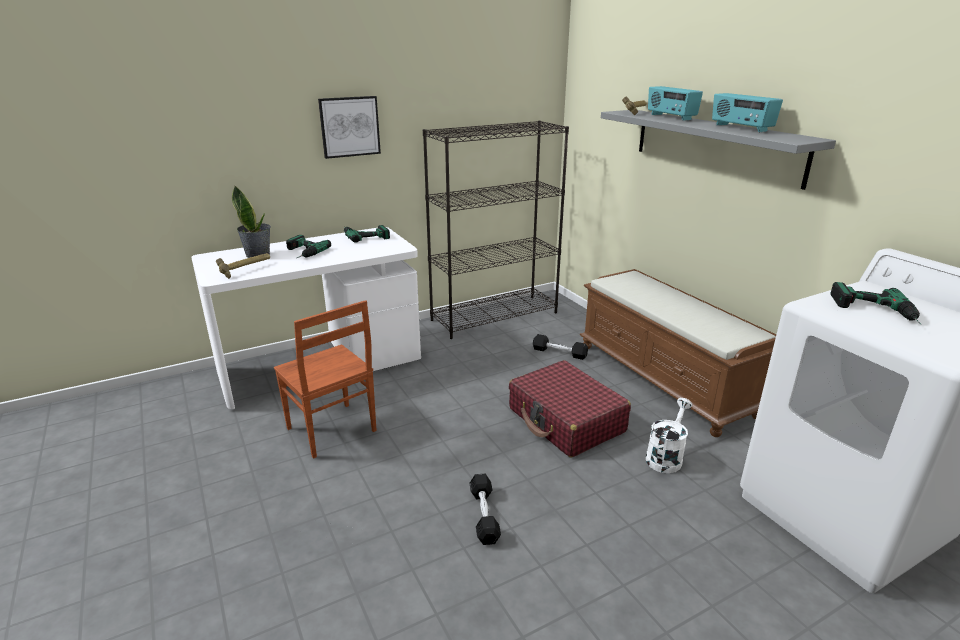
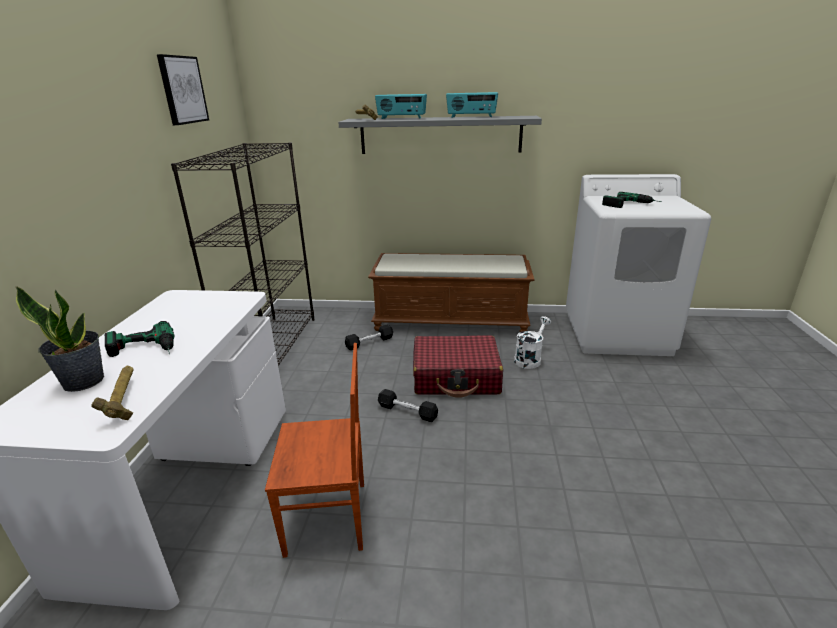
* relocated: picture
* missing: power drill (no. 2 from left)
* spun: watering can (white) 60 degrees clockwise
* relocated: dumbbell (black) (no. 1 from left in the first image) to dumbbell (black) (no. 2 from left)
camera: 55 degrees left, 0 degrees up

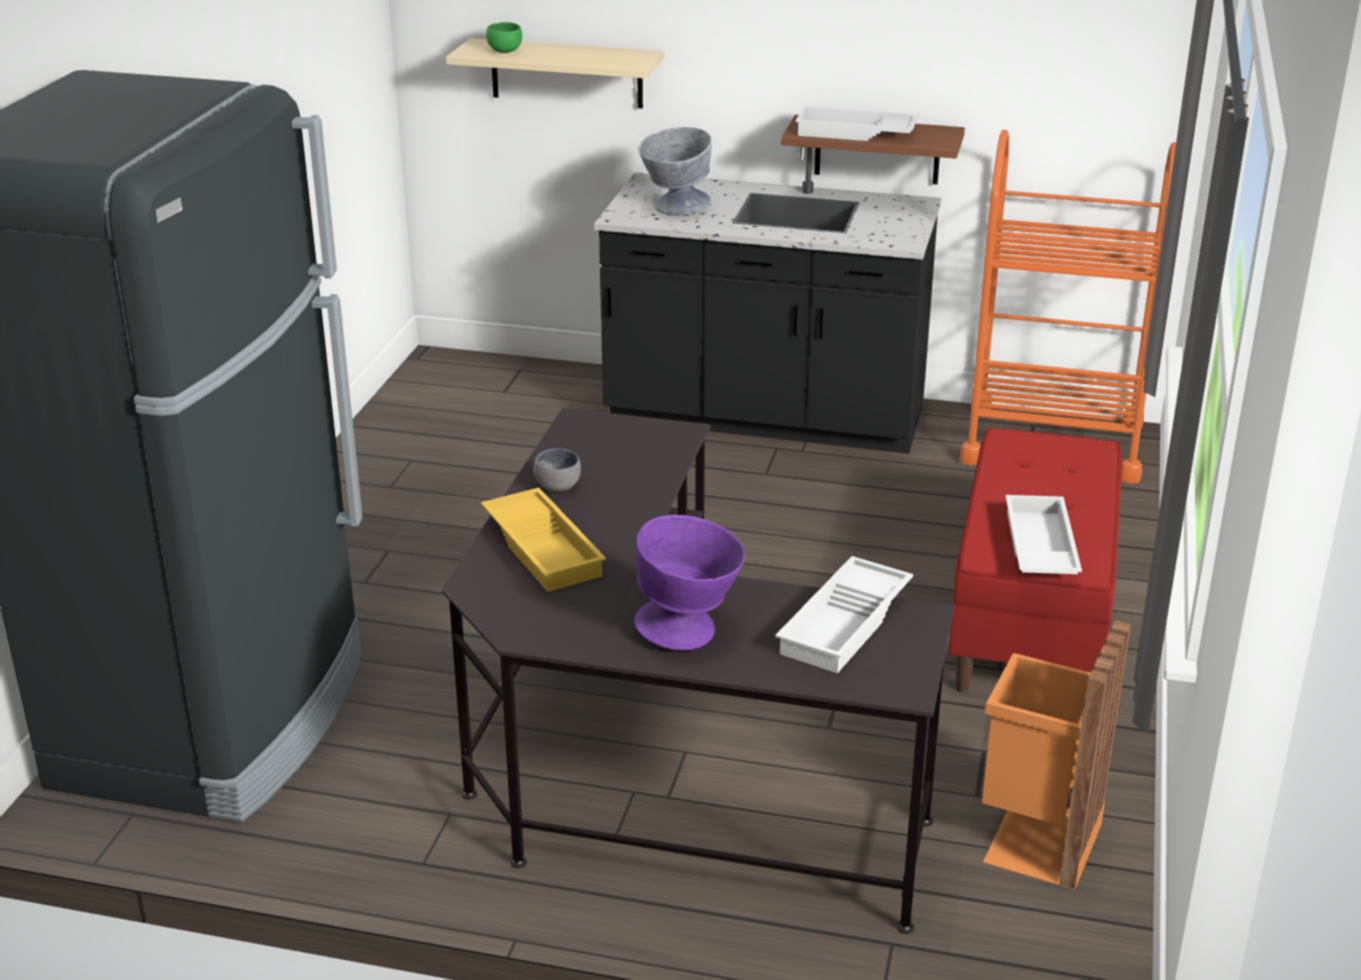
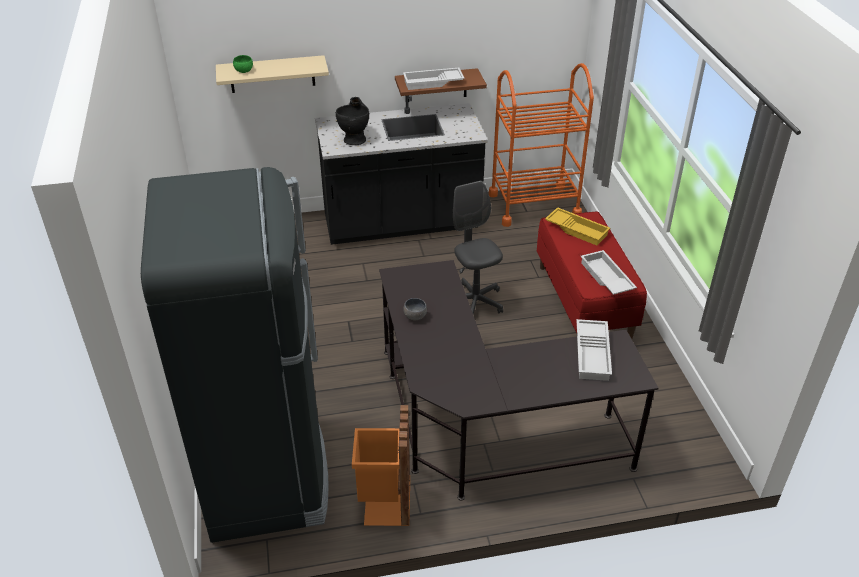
* exchanged: bowl (grey) (no. 2 from left) to vase (black)
* relocated: tray (yellow)
* missing: bowl (purple)
* relocated: trash can (orange)
* appeared: office chair (grey)
camera: 25 degrees left, 10 degrees up

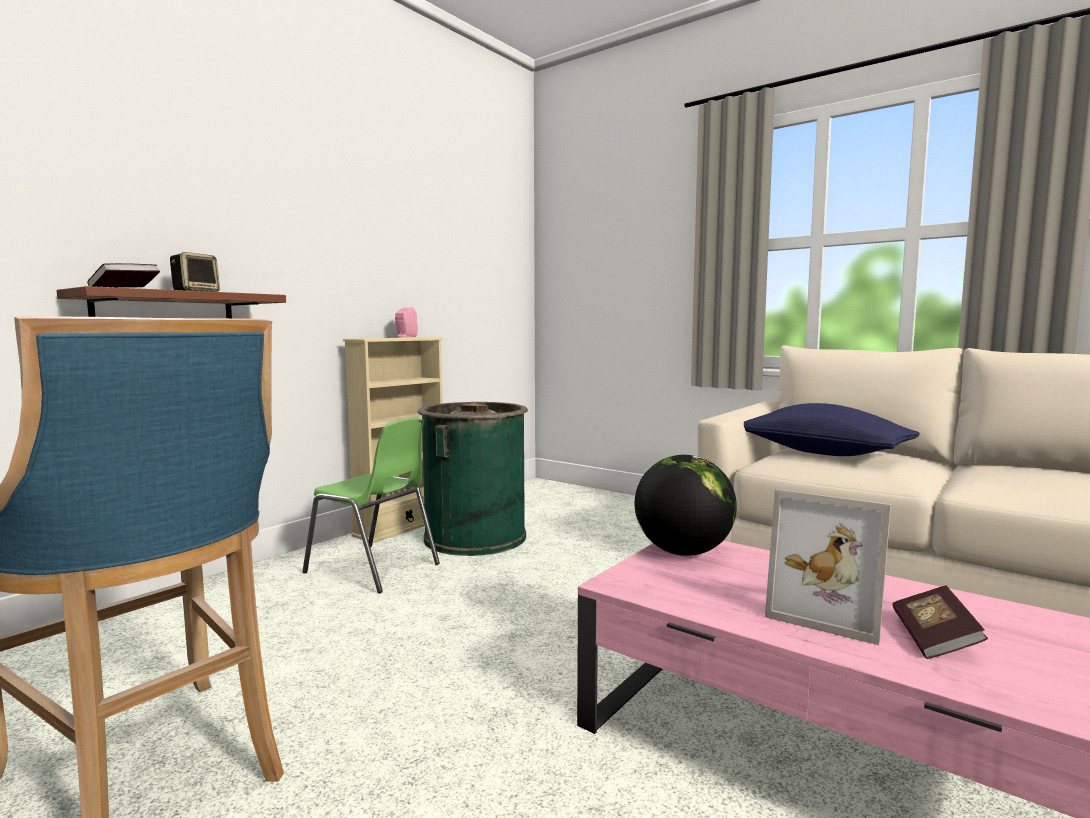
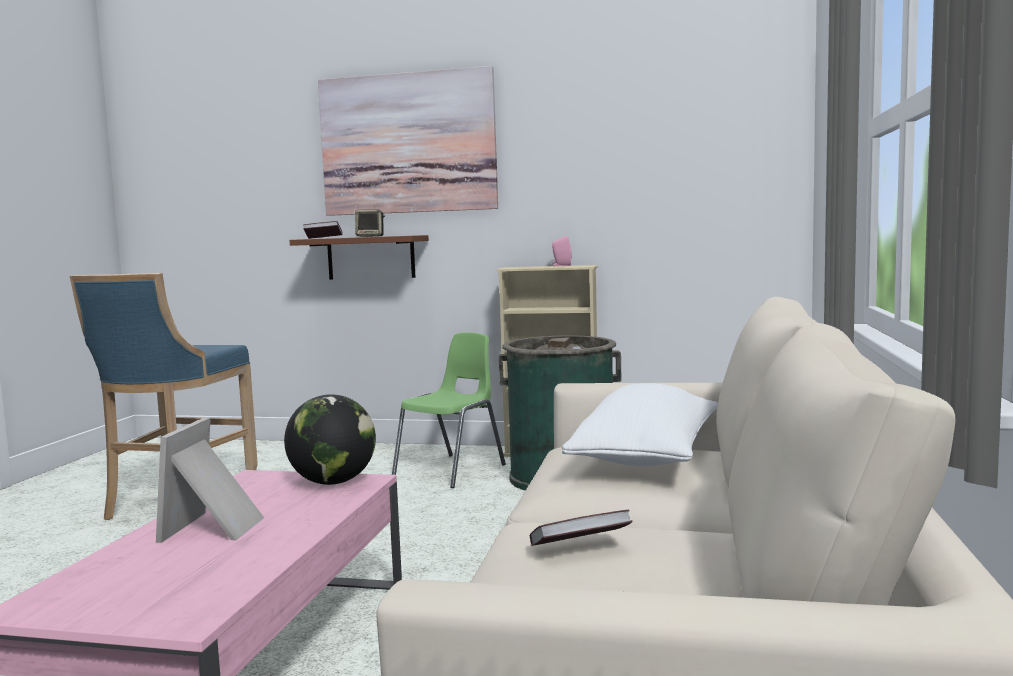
* colour: pillow (blue) to pillow (white)
* spun: chair (green) 150 degrees counterclockwise
* relocated: book (no. 2 from left)
* appeared: picture
camera: 65 degrees right, 0 degrees up

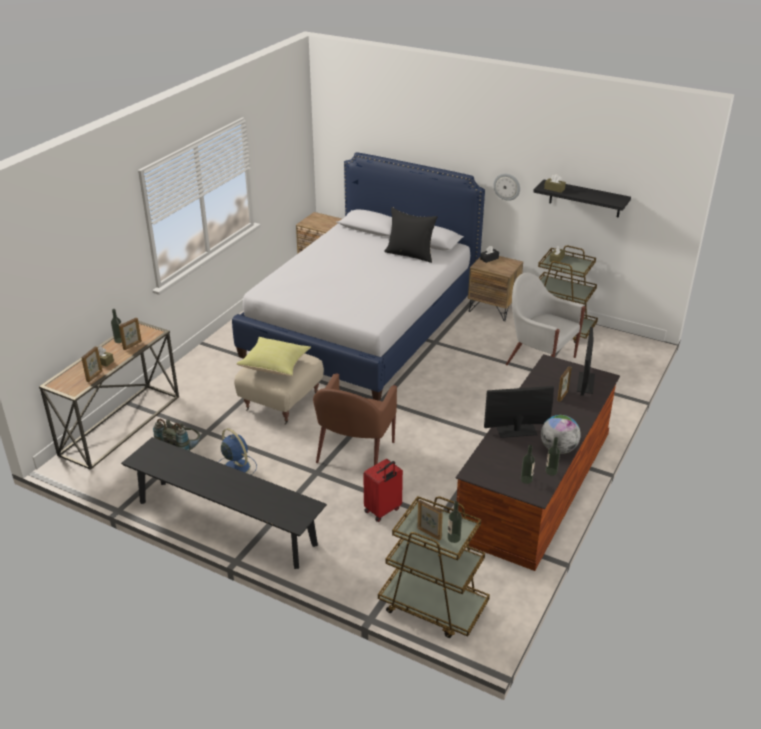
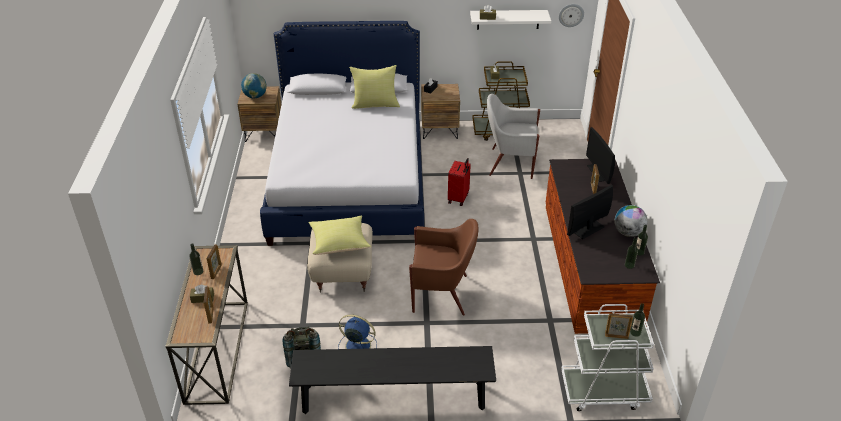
* relocated: wall clock
* colour: shelf (black) to shelf (white)
* colour: pillow (black) to pillow (yellow) (no. 2 from left)
* spun: armchair (brown) 75 degrees counterclockwise
* relocated: suitcase (red)
* colour: cart (brown) (no. 1 from left) to cart (white)
* appeared: globe (no. 1 from left)
camera: 30 degrees left, 5 degrees up

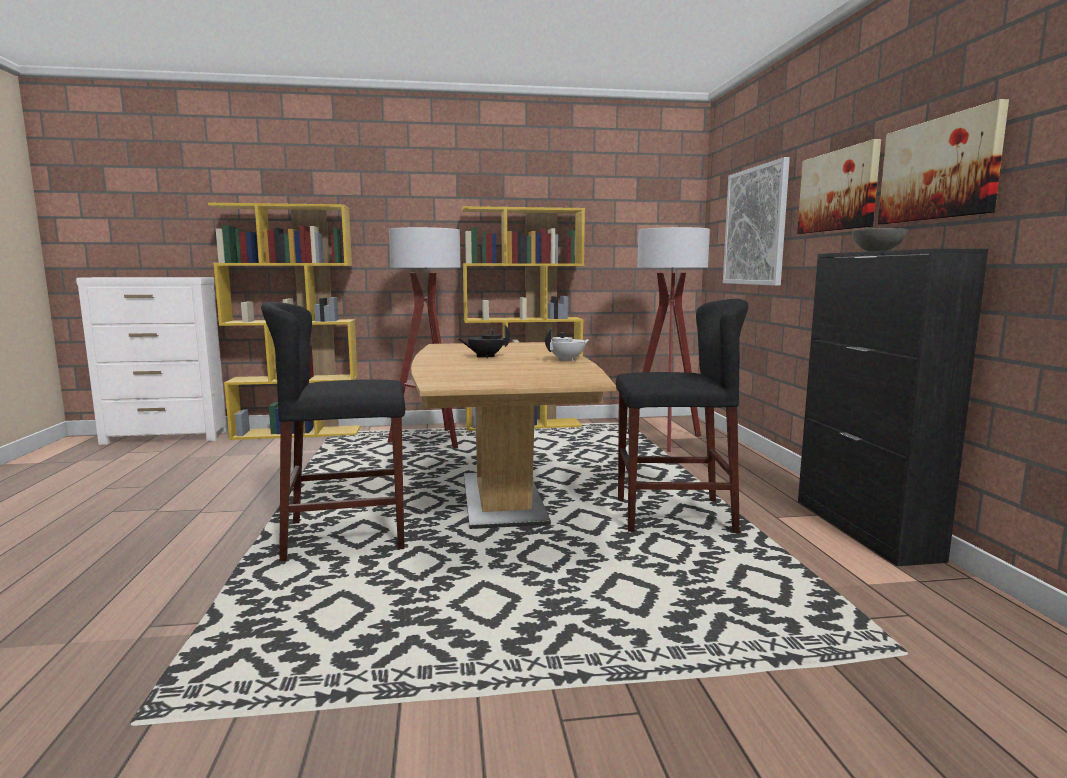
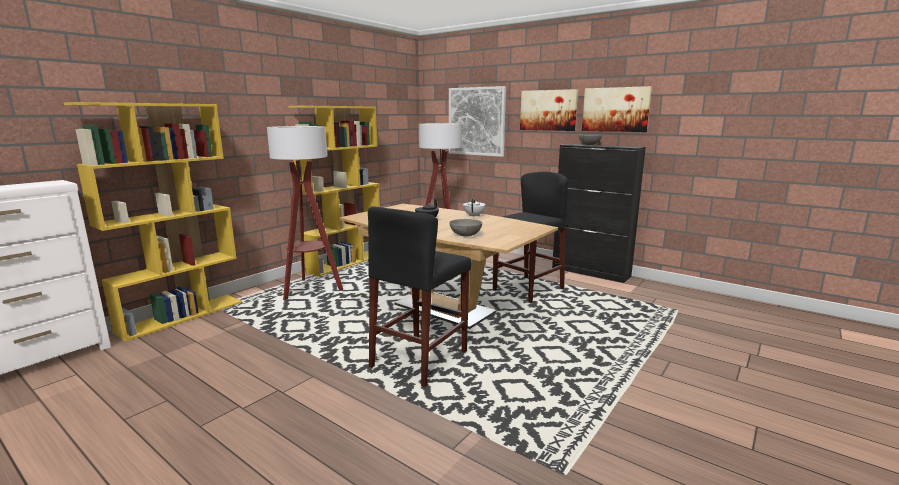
* appeared: bowl (grey) (no. 1 from left)
camera: 45 degrees left, 5 degrees up

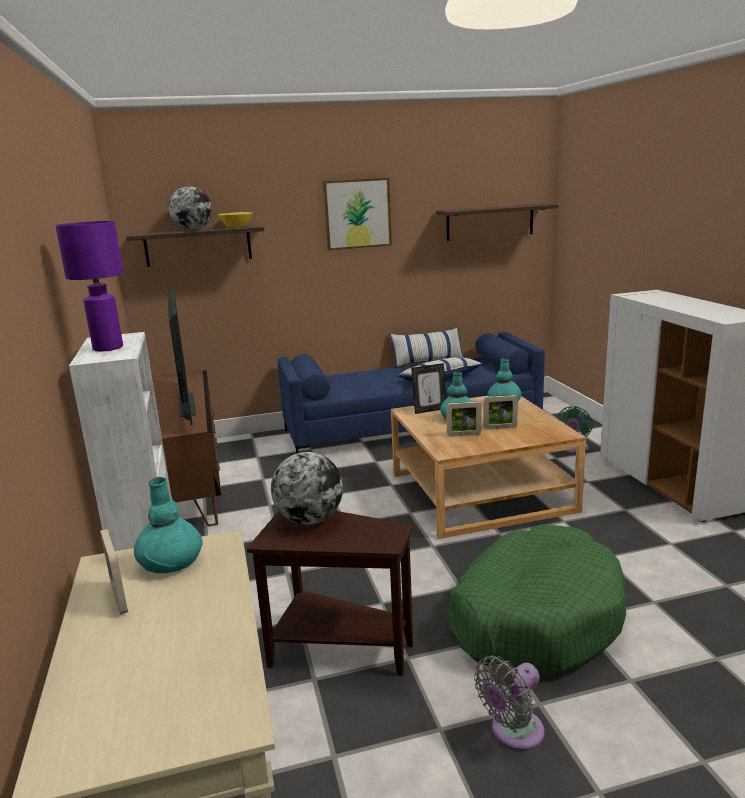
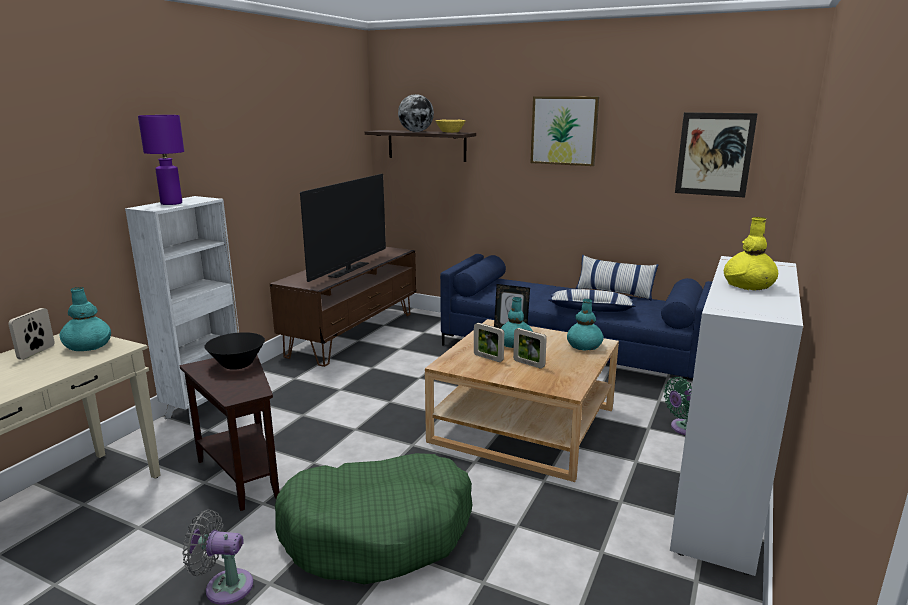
* exchanged: shelf (no. 2 from left) to picture (no. 2 from left)
* exchanged: globe (no. 2 from left) to bowl (black)
* appeared: vase (yellow)
camera: 40 degrees right, 0 degrees up

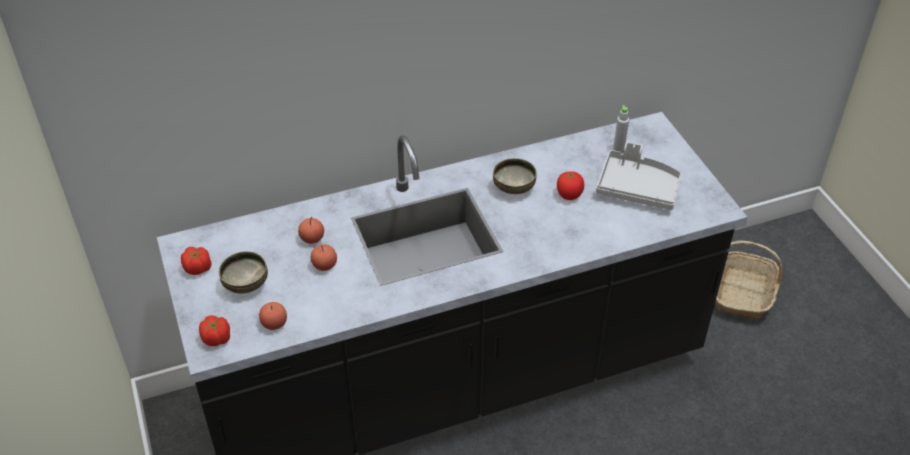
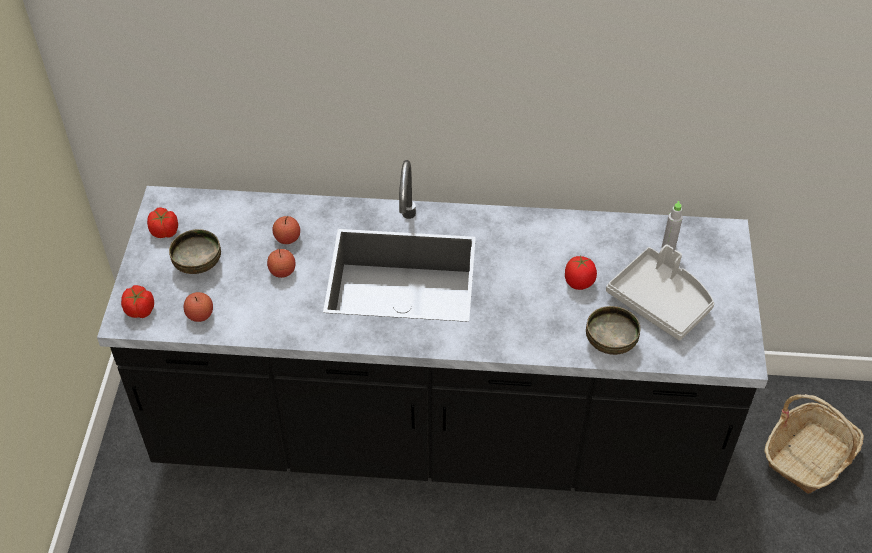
* relocated: bowl (no. 2 from left)
camera: 25 degrees right, 5 degrees up

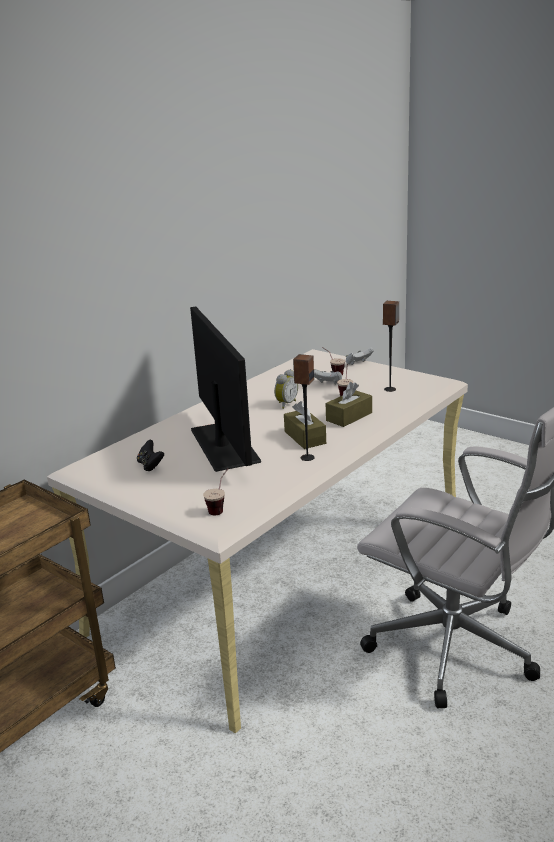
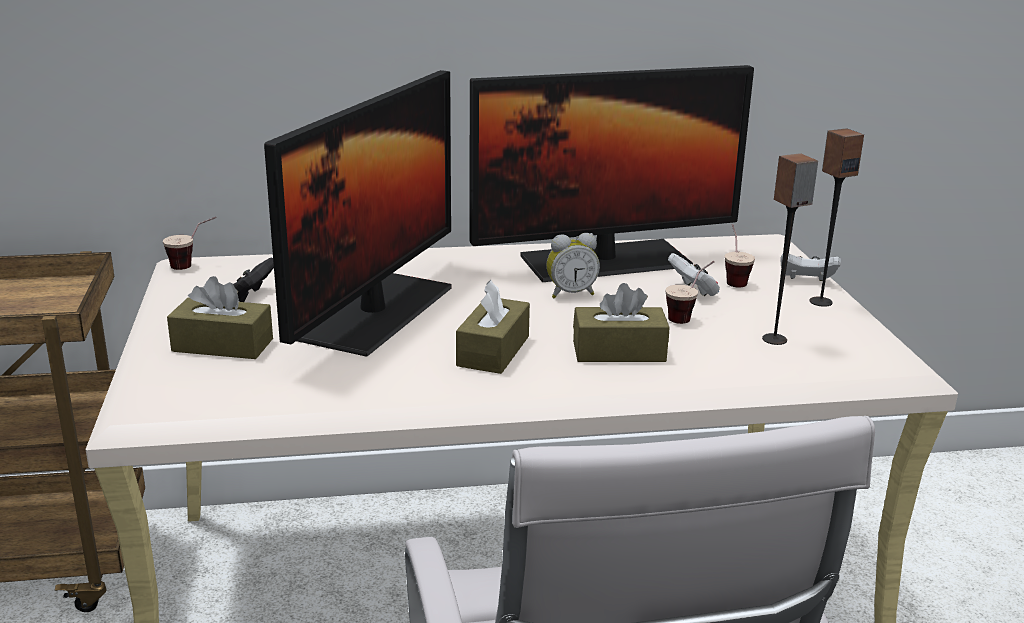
* relocated: speaker (no. 1 from left in the first image) to speaker (no. 2 from left)
* relocated: cup (no. 1 from left)
* appeared: monitor (no. 2 from left)
* appeared: tissue box (brown) (no. 1 from left)
camera: 40 degrees right, 0 degrees up

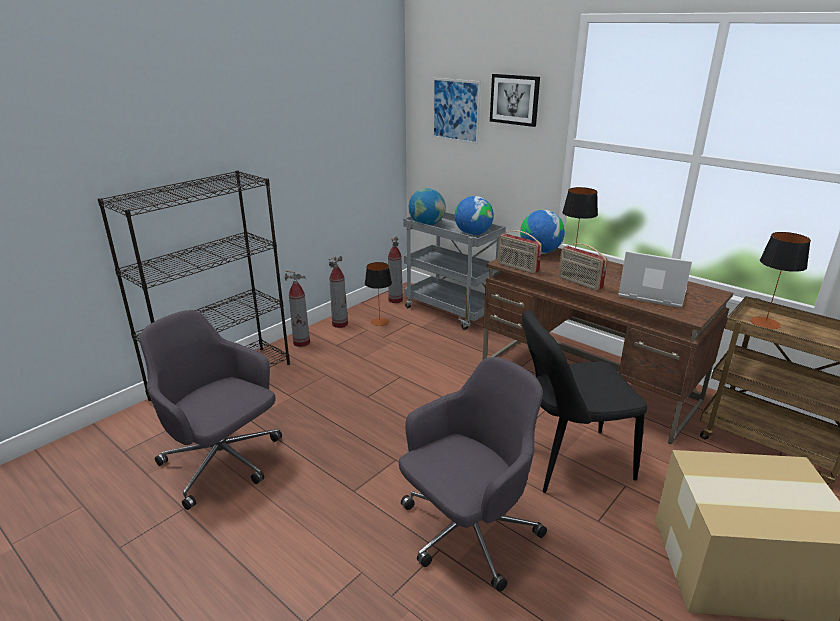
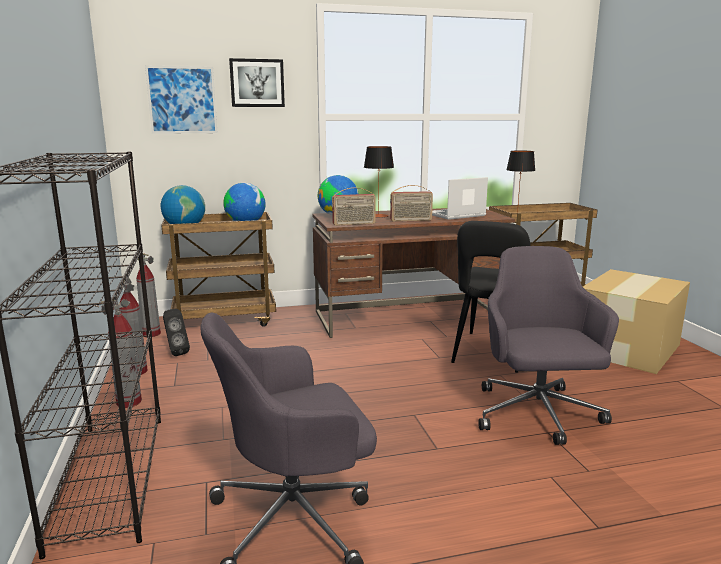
* colour: cart (grey) to cart (brown) (no. 1 from left)
* exchanged: table lamp (no. 1 from left) to speaker (black)
camera: 55 degrees left, 10 degrees down

